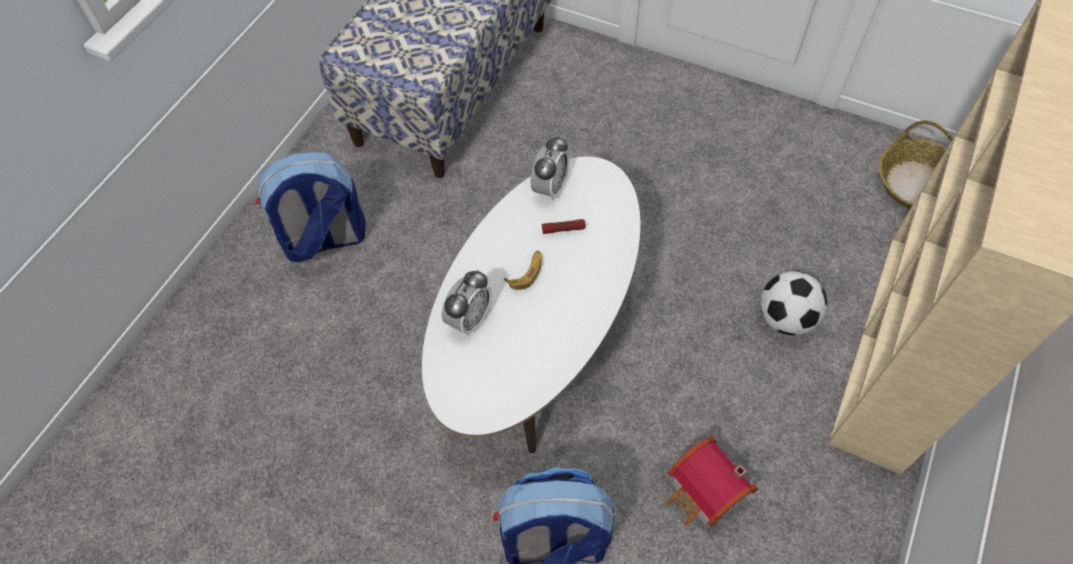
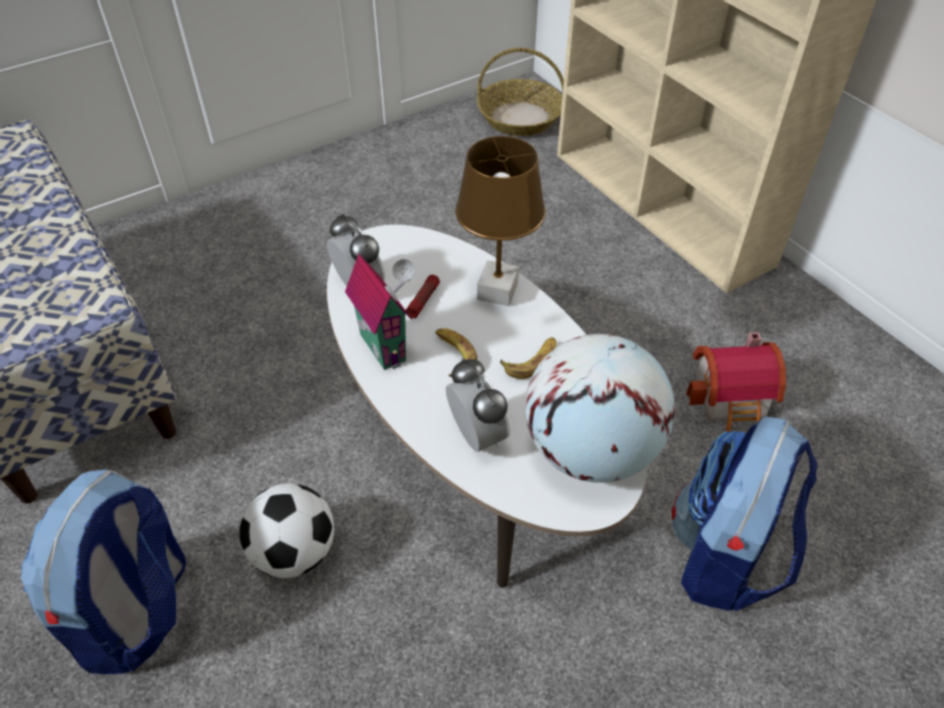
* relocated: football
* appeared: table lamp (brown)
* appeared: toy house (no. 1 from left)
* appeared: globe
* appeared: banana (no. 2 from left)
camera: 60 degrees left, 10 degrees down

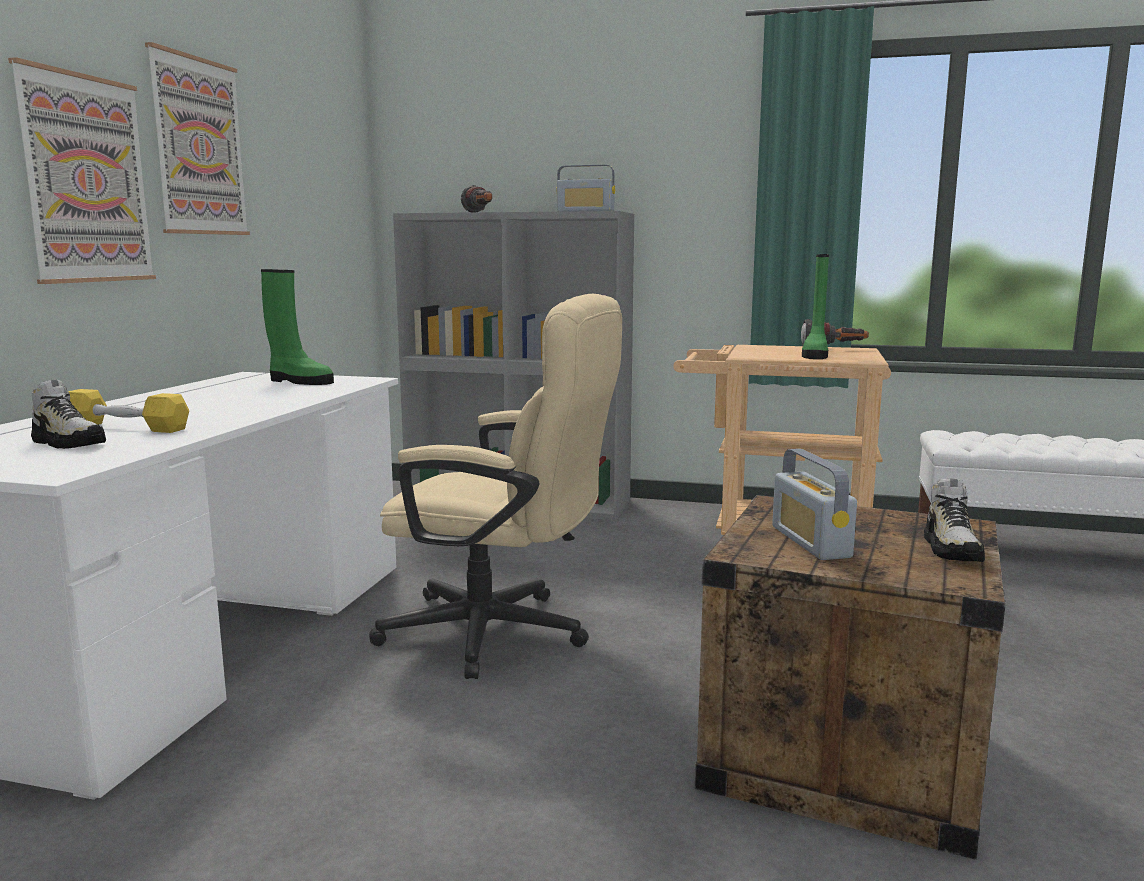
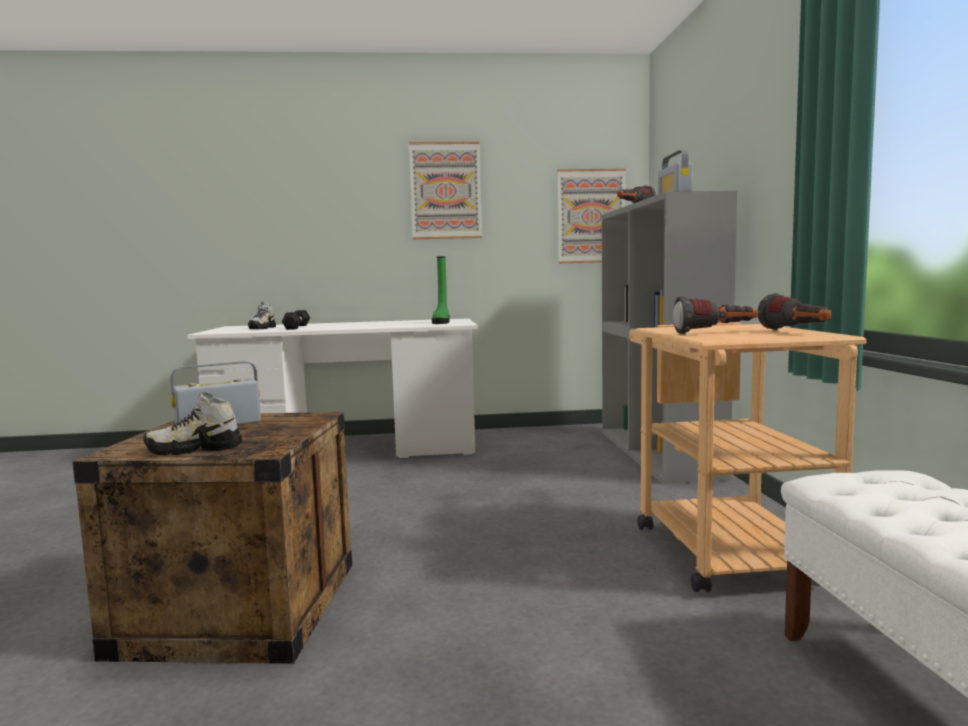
* relocated: picture (no. 1 from left in the first image) to picture (no. 2 from left)
* exchanged: boot (green) (no. 2 from left) to flashlight (no. 2 from left)
* missing: office chair (beige)
* colour: dumbbell (yellow) to dumbbell (black)
camera: 70 degrees right, 5 degrees down

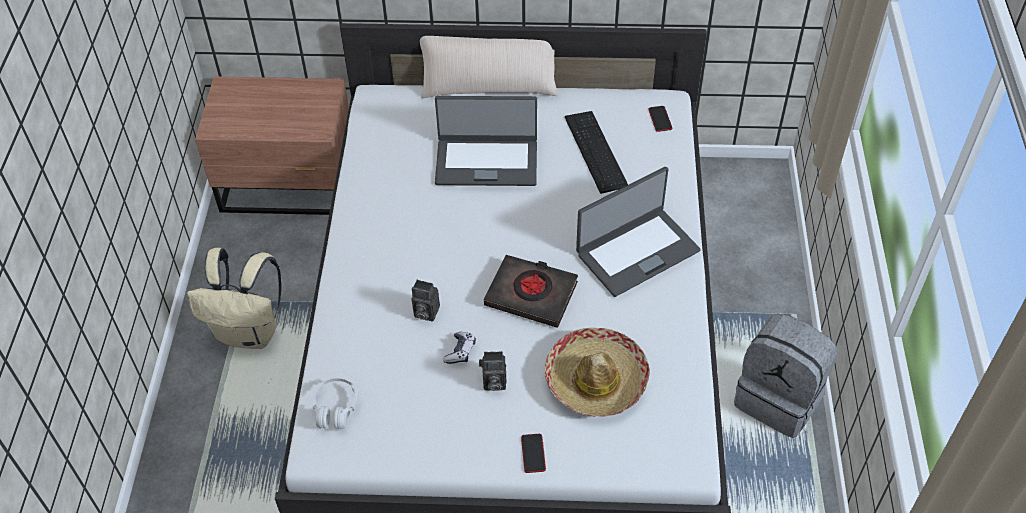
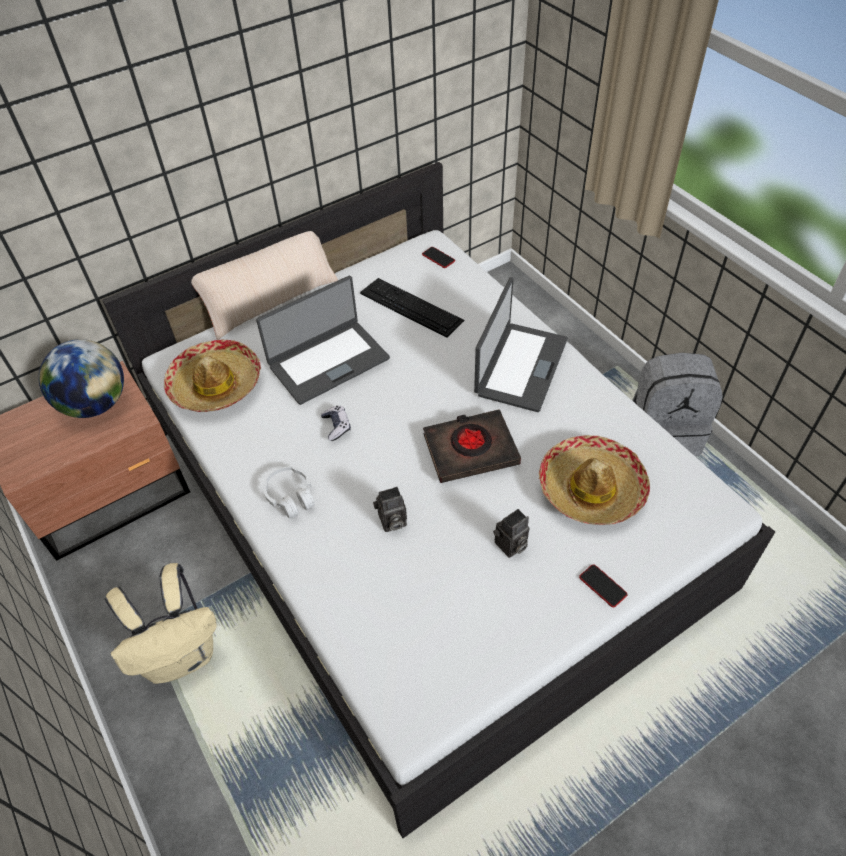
* relocated: game controller
* relocated: headphones (white)
* appeared: globe
* appeared: hat (no. 1 from left)
camera: 35 degrees left, 0 degrees up

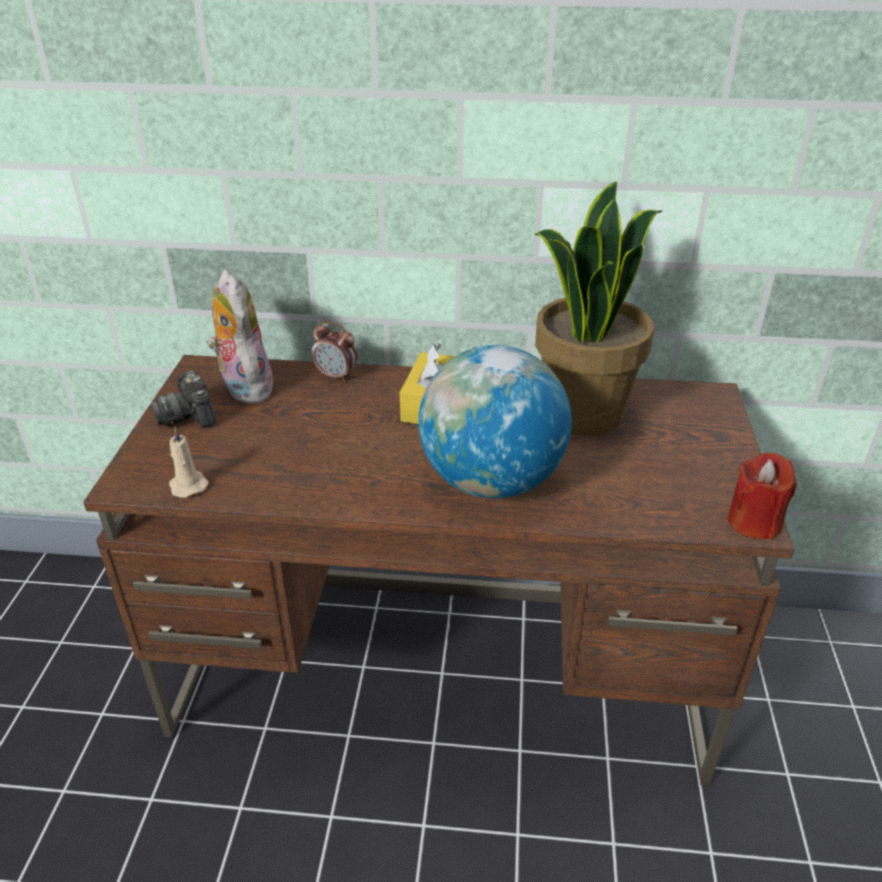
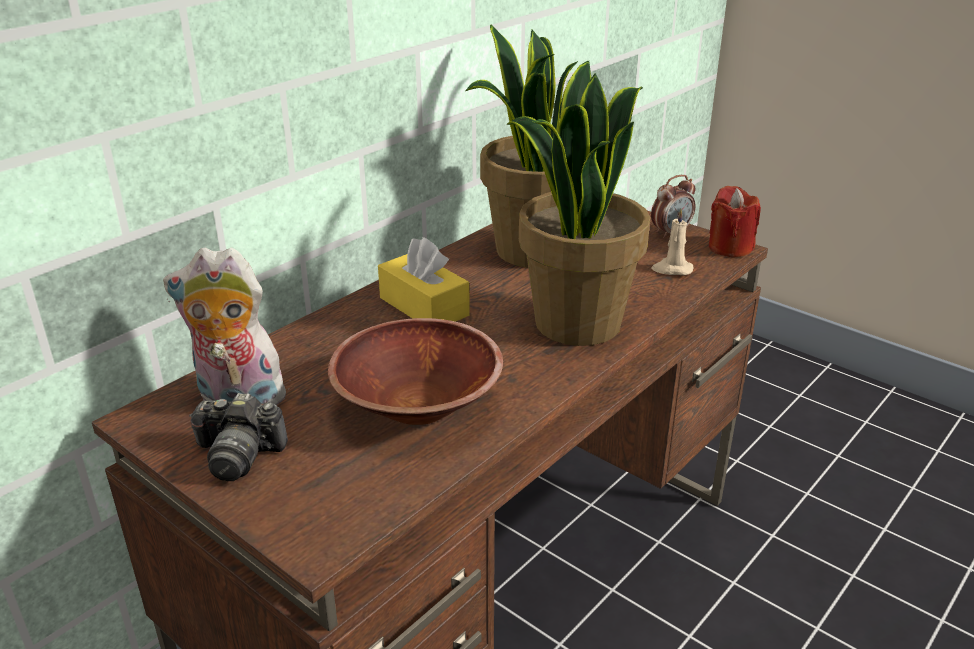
* relocated: alarm clock
* exchanged: globe to potted plant (no. 2 from left)
* relocated: candle (beige)
* appeared: bowl (brown)
camera: 55 degrees left, 5 degrees down

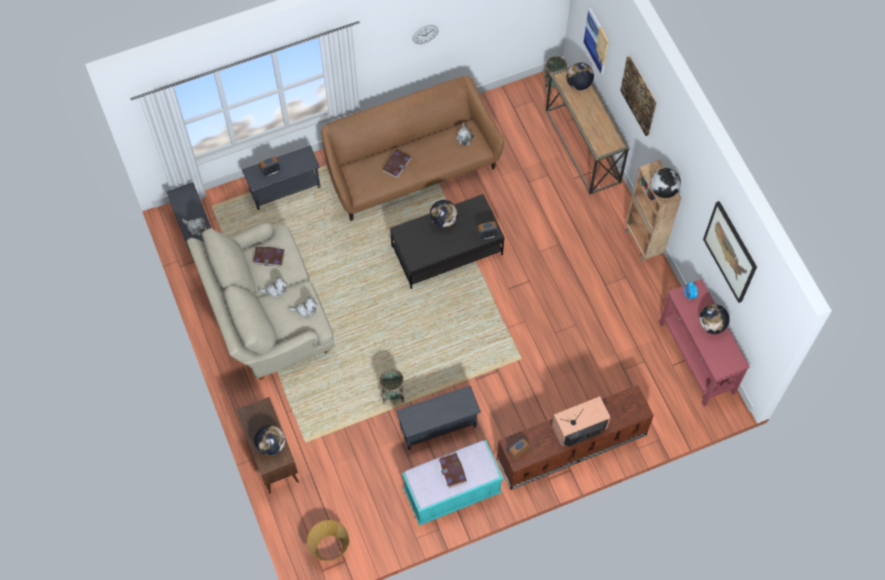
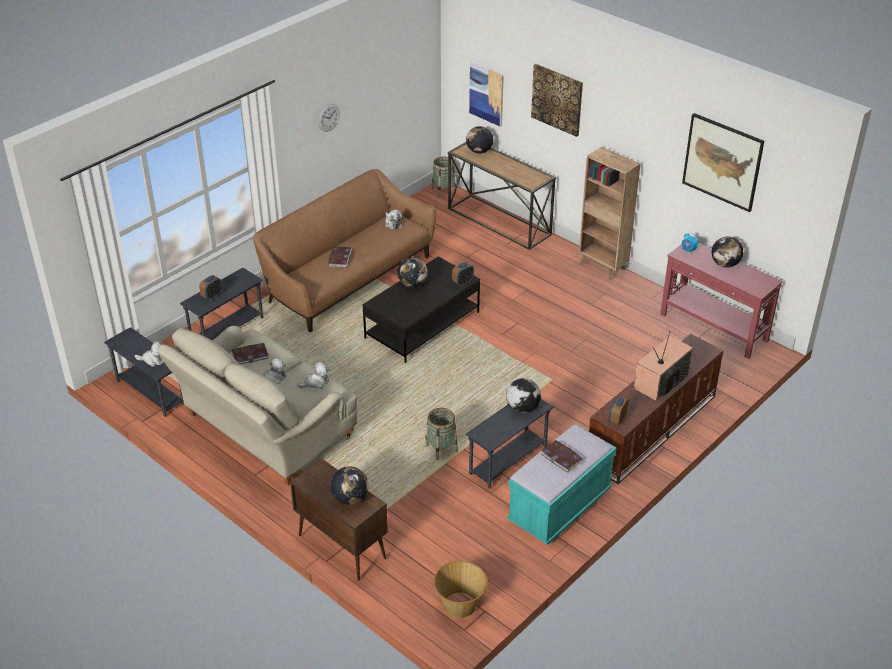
* relocated: globe (no. 4 from left)
camera: 25 degrees left, 25 degrees down

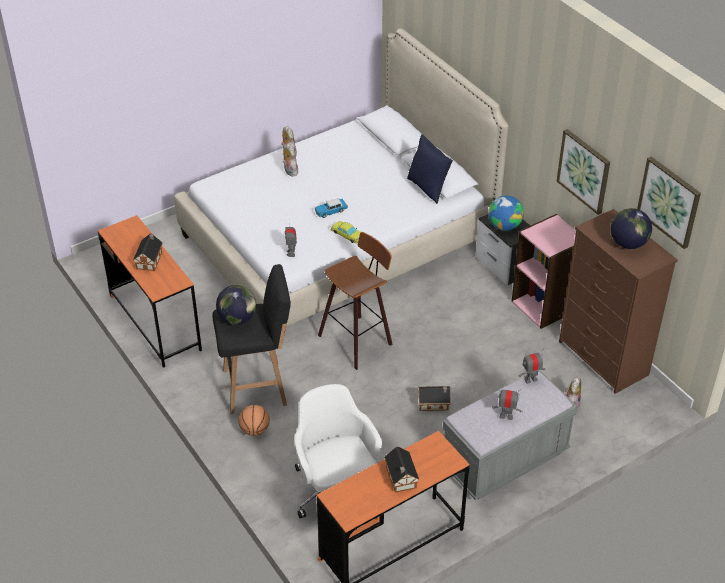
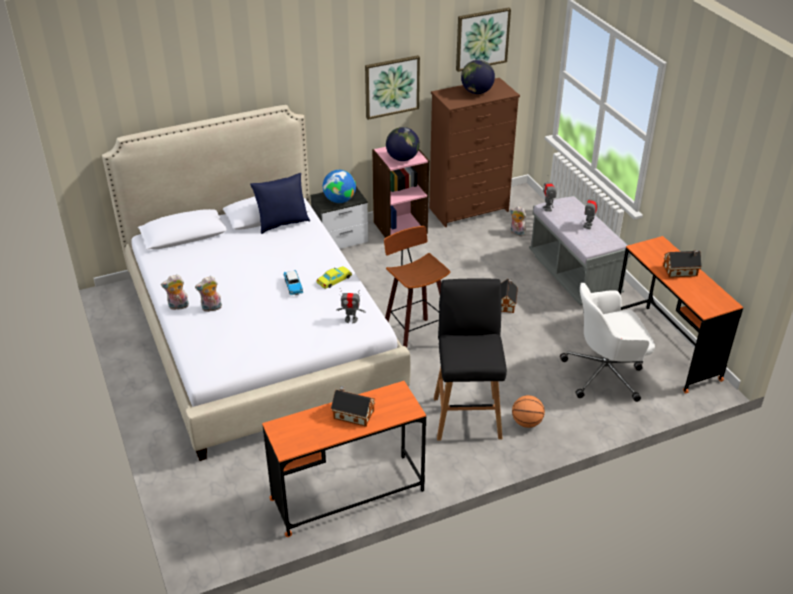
* relocated: globe (no. 1 from left in the first image) to globe (no. 2 from left)
camera: 80 degrees left, 5 degrees down

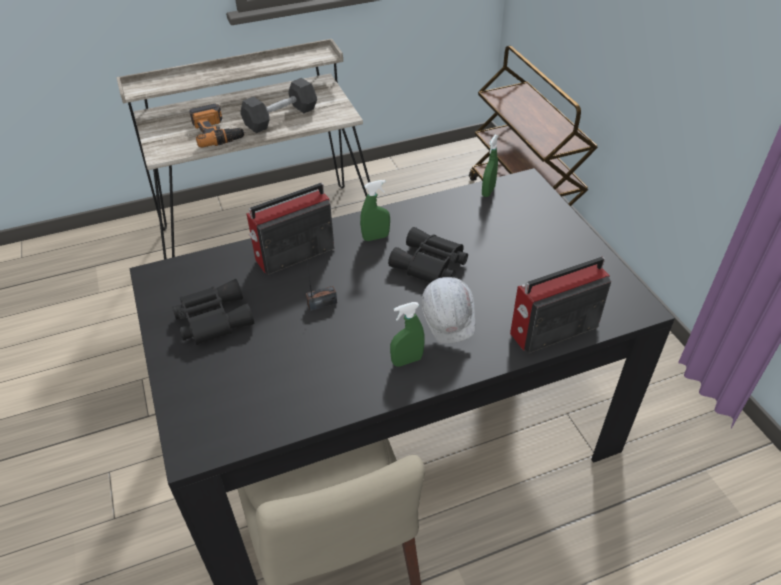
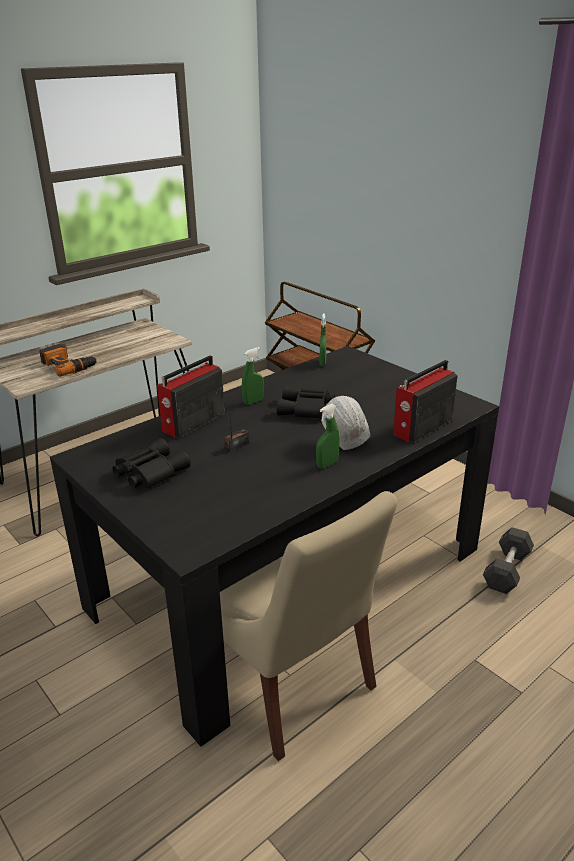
* relocated: dumbbell (grey)
camera: 20 degrees left, 15 degrees down

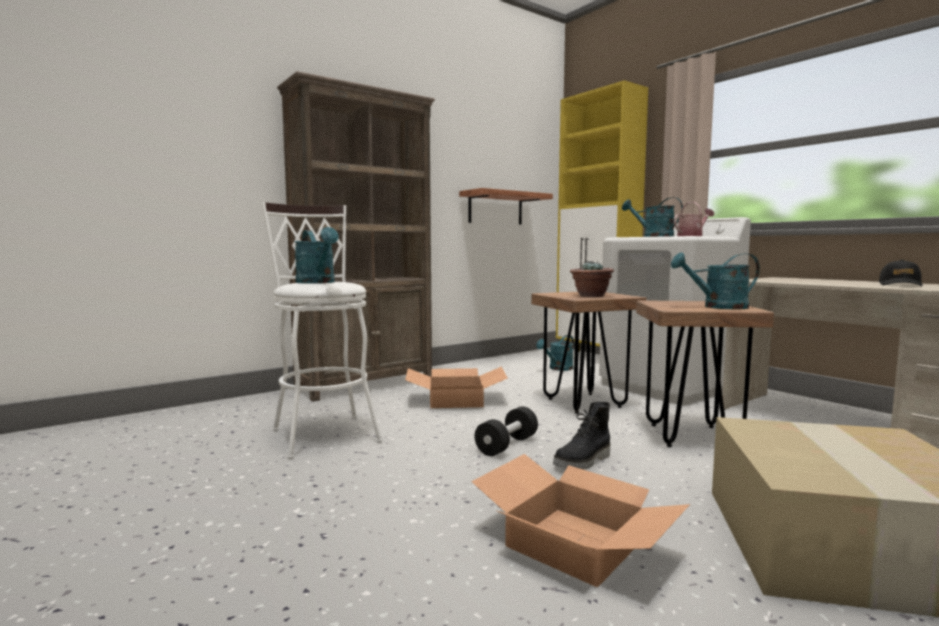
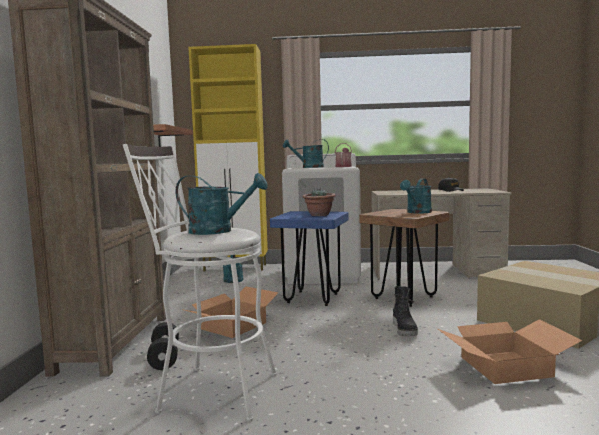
* colour: stool (brown) (no. 1 from left) to stool (blue)
* relocated: dumbbell (black)
camera: 50 degrees left, 0 degrees up

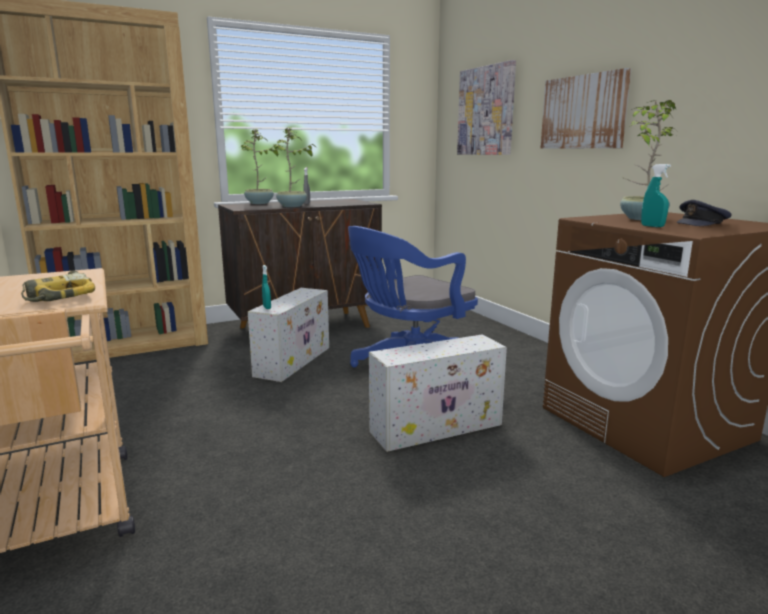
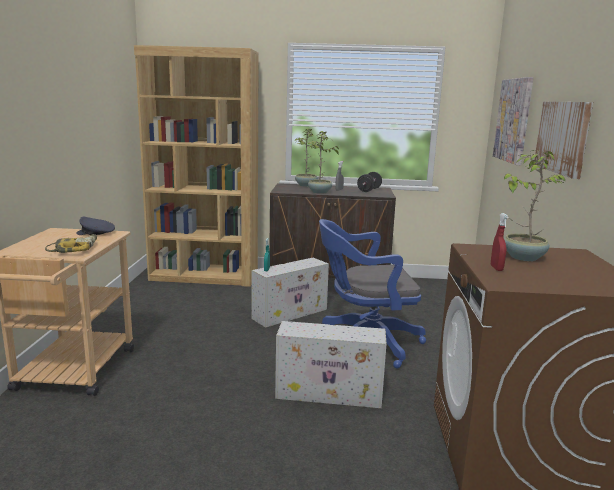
* colour: spray bottle (turquoise) (no. 2 from left) to spray bottle (red)
* relocated: cap (grey)
* appeared: dumbbell (black)
camera: 30 degrees right, 0 degrees up

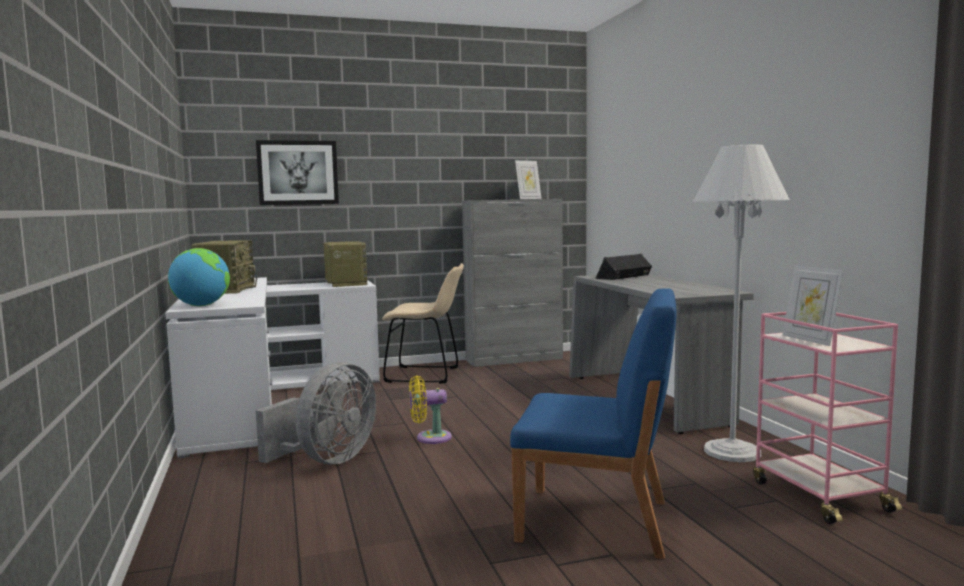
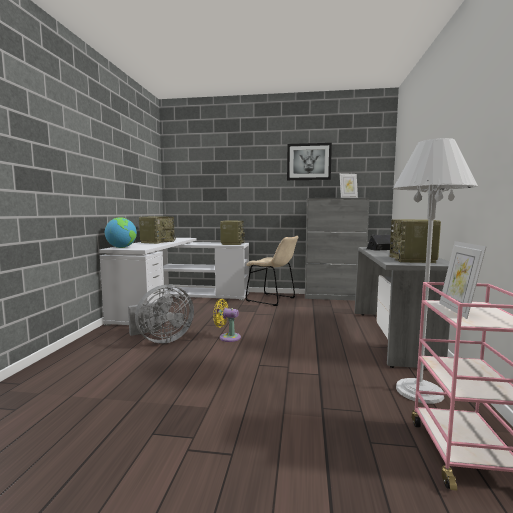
* relocated: picture
* missing: chair (blue)
* appeared: radio (no. 3 from left)
camera: 25 degrees right, 0 degrees up

